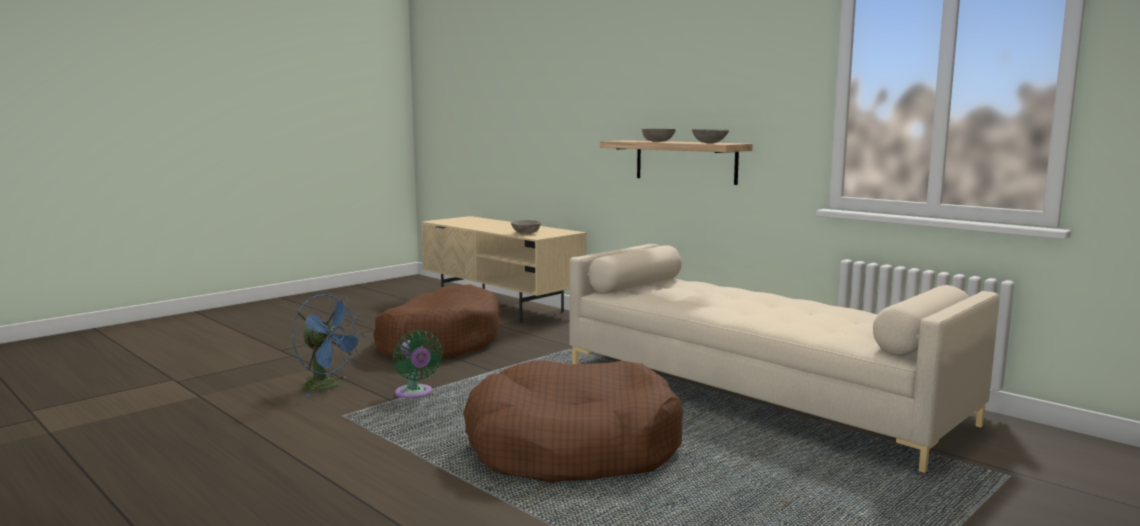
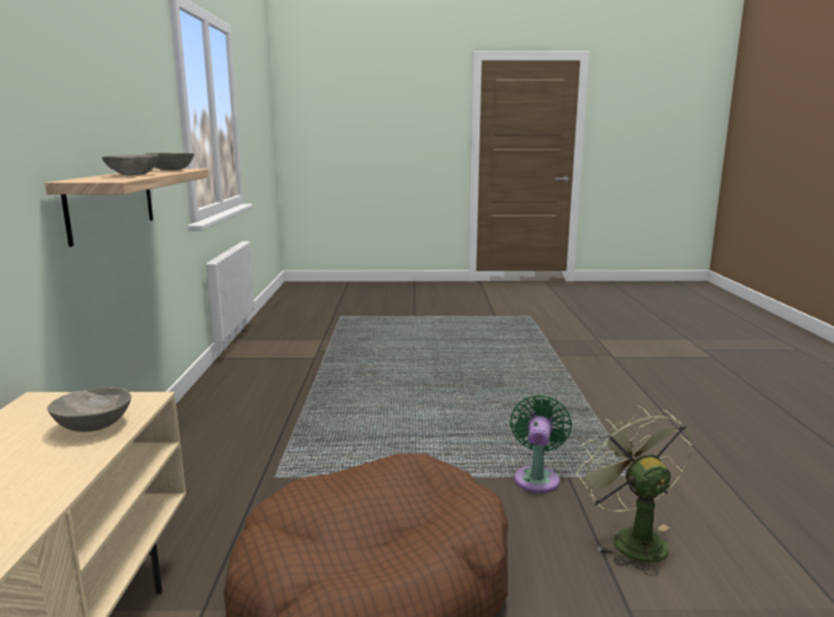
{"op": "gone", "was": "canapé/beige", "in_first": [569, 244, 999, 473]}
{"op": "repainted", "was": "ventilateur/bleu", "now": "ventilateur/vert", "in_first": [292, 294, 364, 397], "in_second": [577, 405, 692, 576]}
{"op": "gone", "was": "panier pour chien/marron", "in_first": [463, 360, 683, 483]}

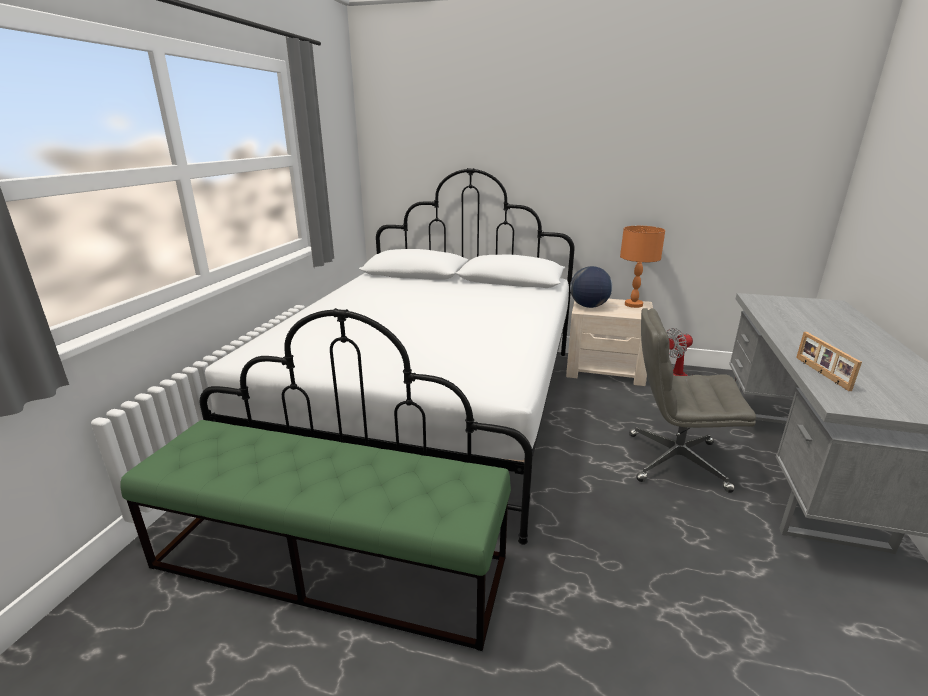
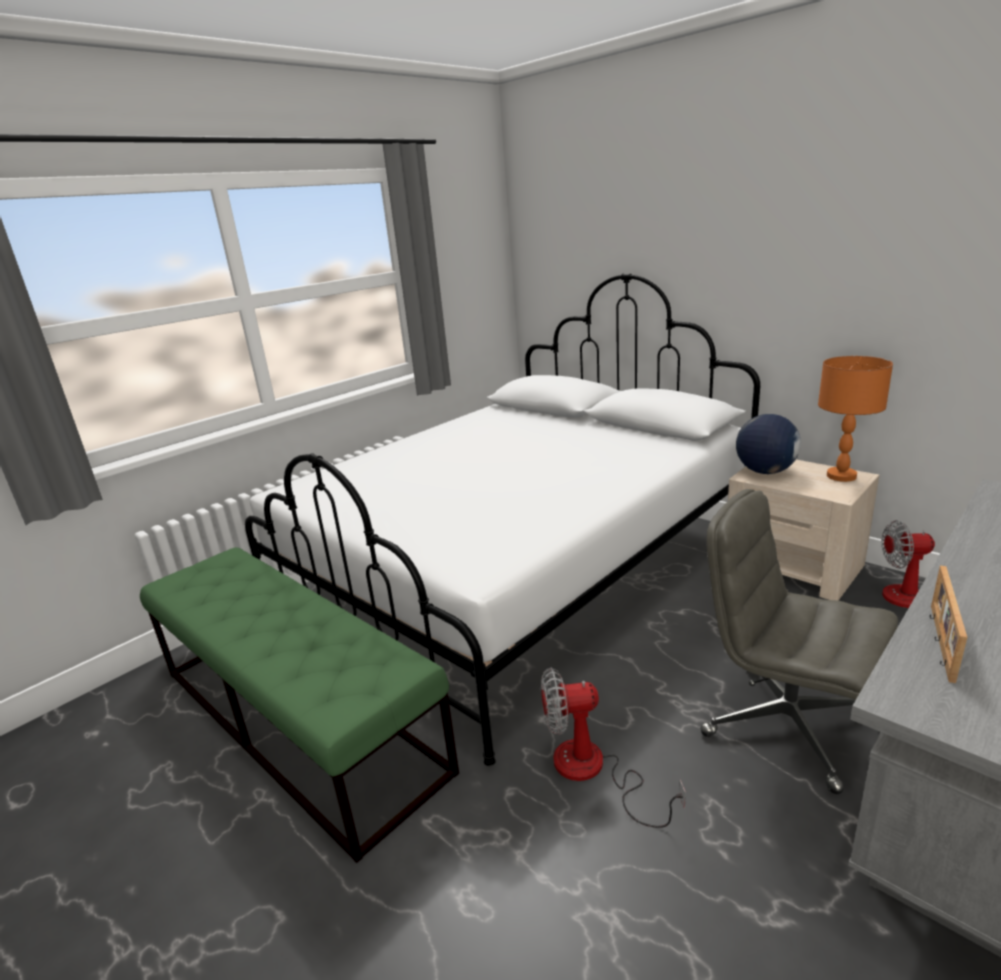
{"op": "new", "now": "ventilateur", "in_second": [541, 668, 686, 828]}

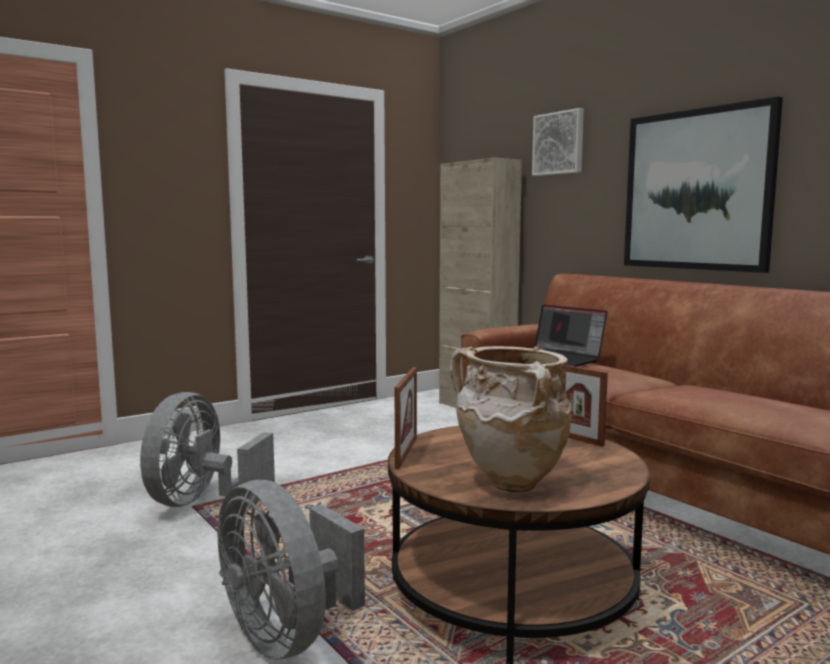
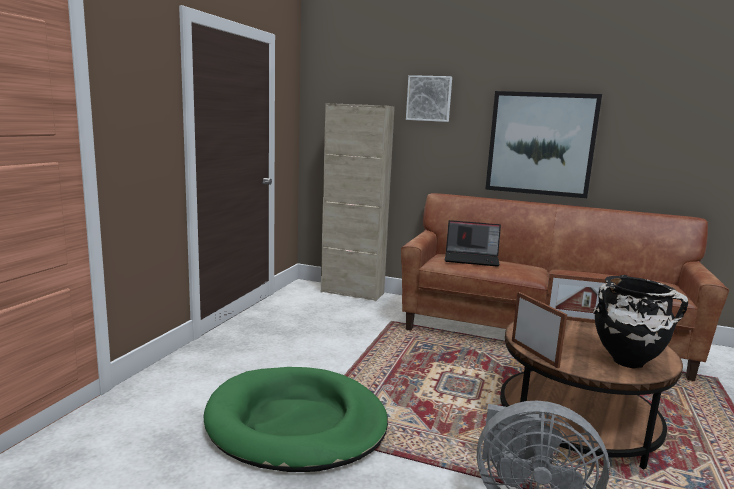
{"op": "repainted", "was": "vase/beige", "now": "vase/noir", "in_first": [450, 346, 571, 492], "in_second": [593, 275, 688, 369]}
{"op": "swapped", "was": "ventilateur/gris", "now": "panier pour chien/vert", "in_first": [140, 392, 275, 508], "in_second": [203, 367, 388, 472]}

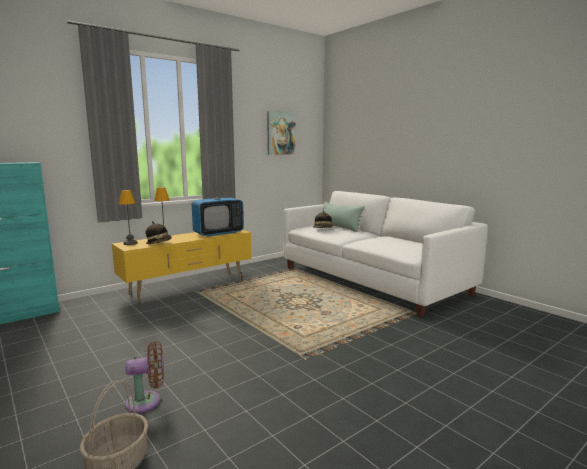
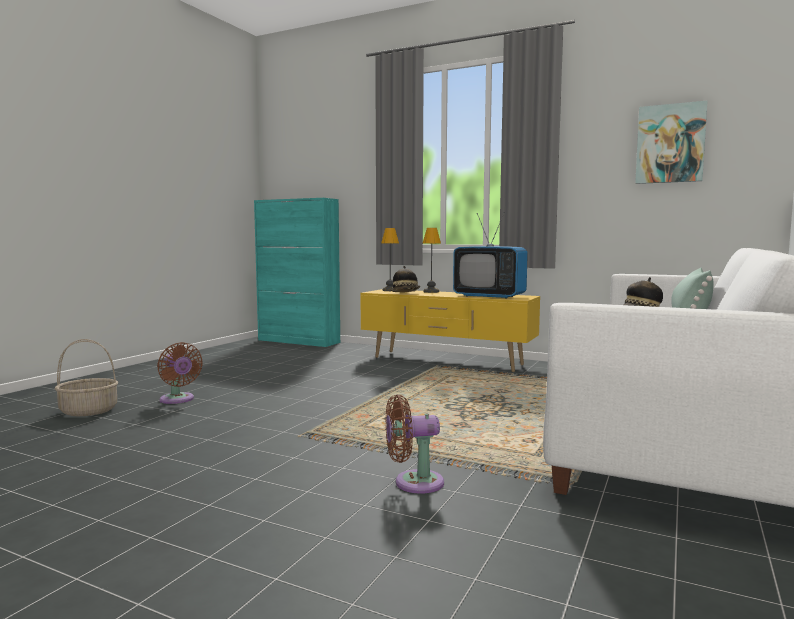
{"op": "new", "now": "ventilateur/marron", "in_second": [386, 395, 444, 494]}

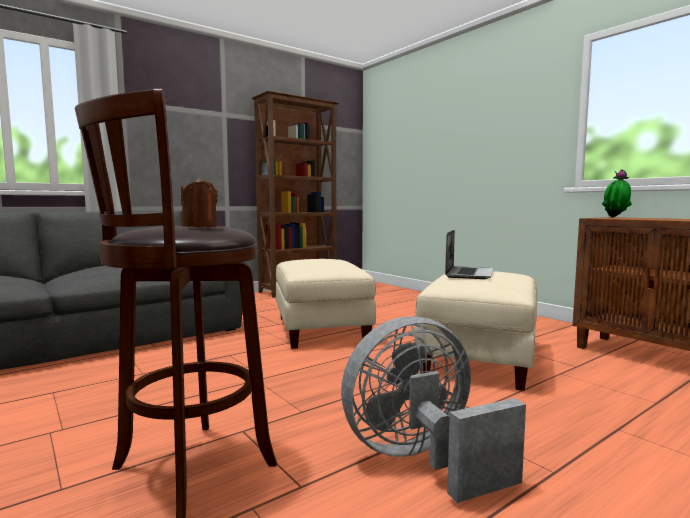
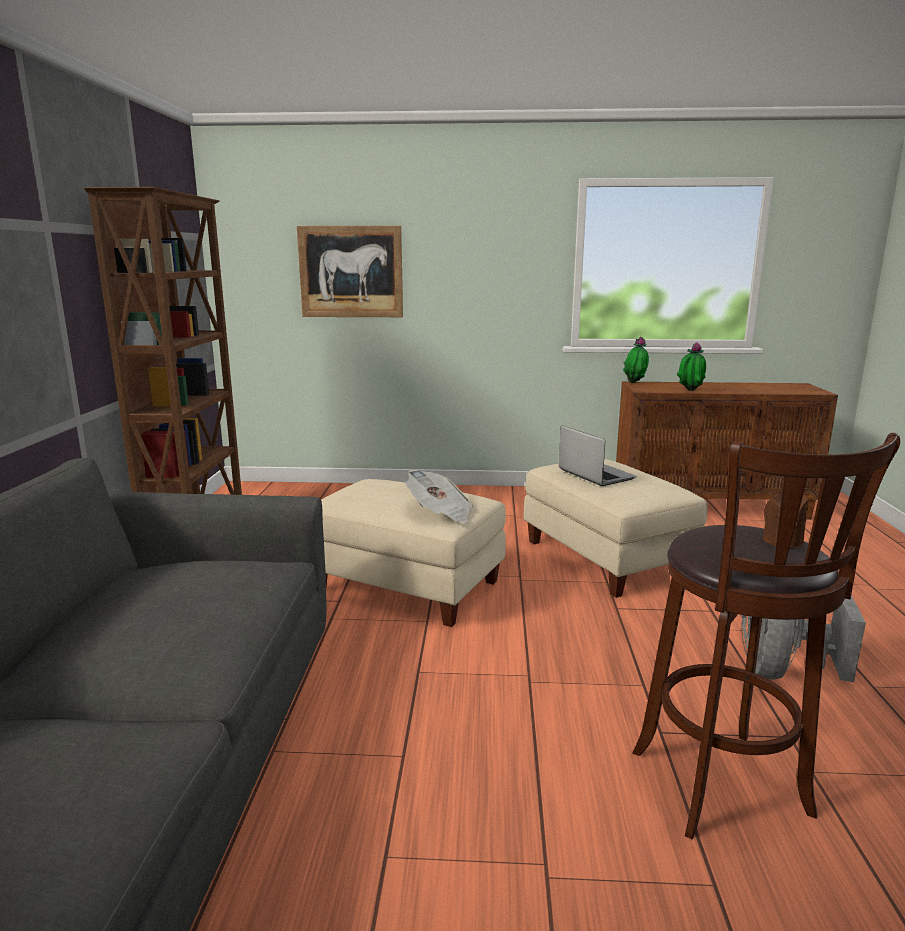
{"op": "new", "now": "tableau", "in_second": [297, 226, 403, 317]}
{"op": "new", "now": "plante en pot", "in_second": [677, 342, 706, 391]}
{"op": "new", "now": "journal", "in_second": [406, 470, 474, 523]}

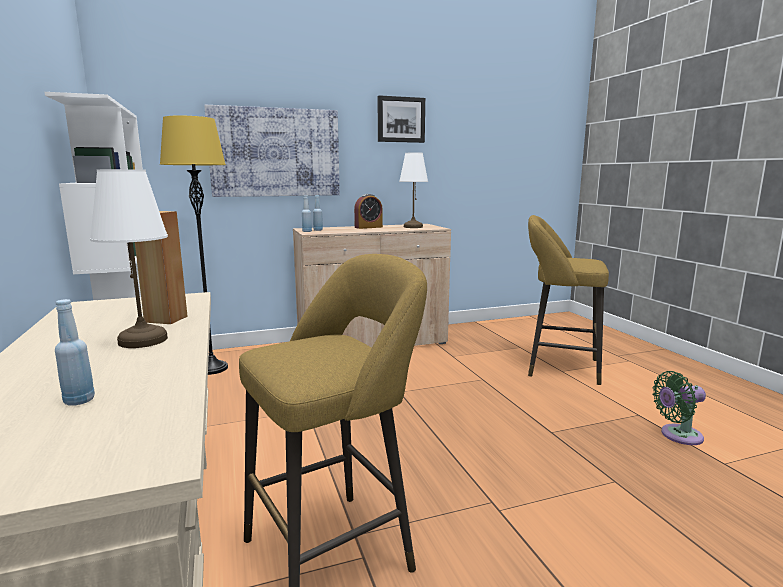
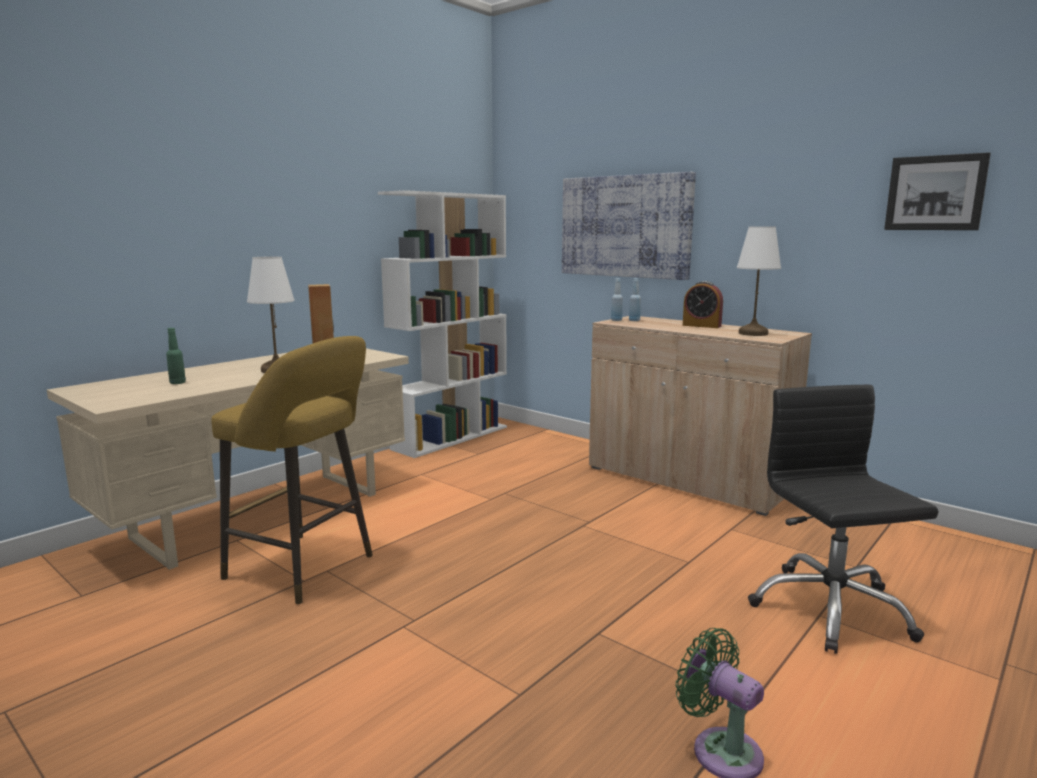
{"op": "shifted", "was": "tableau", "in_first": [378, 95, 425, 143], "in_second": [884, 152, 991, 230]}
{"op": "gone", "was": "lampadaire/jaune", "in_first": [160, 116, 228, 375]}
{"op": "swapped", "was": "tabouret/jaune", "now": "chaise de bureau/noir", "in_first": [528, 215, 609, 385], "in_second": [748, 385, 939, 654]}
{"op": "repainted", "was": "bouteille/bleu", "now": "bouteille/vert", "in_first": [55, 299, 95, 406], "in_second": [166, 328, 186, 384]}

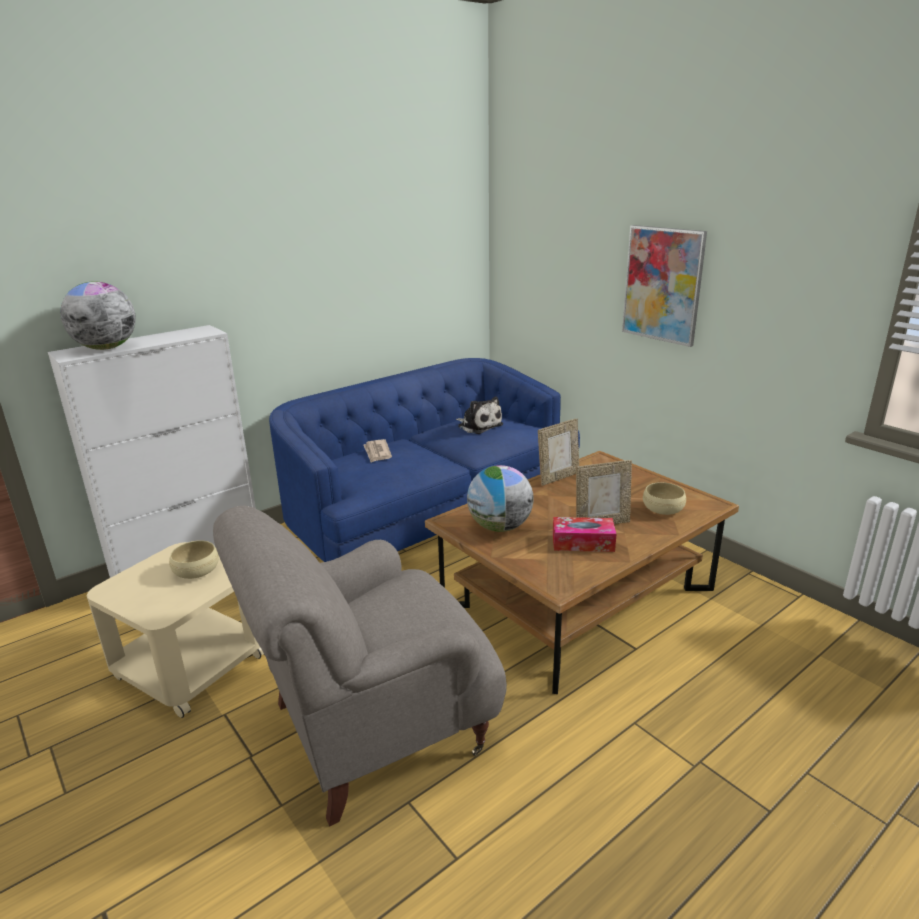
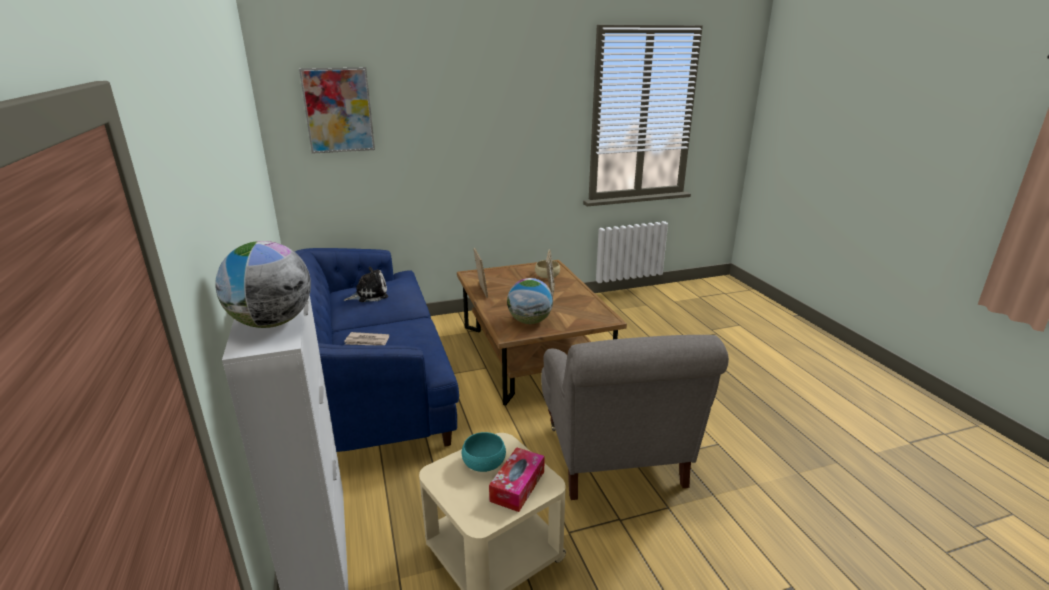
{"op": "shifted", "was": "tableau", "in_first": [622, 225, 707, 347], "in_second": [299, 67, 375, 154]}
{"op": "shifted", "was": "boîte à mouchoirs", "in_first": [553, 517, 616, 552], "in_second": [489, 447, 545, 512]}
{"op": "repainted", "was": "bol/beige", "now": "bol/turquoise", "in_first": [169, 540, 219, 579], "in_second": [462, 432, 506, 472]}

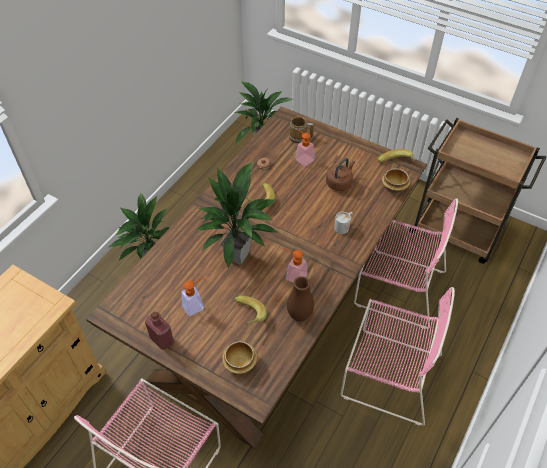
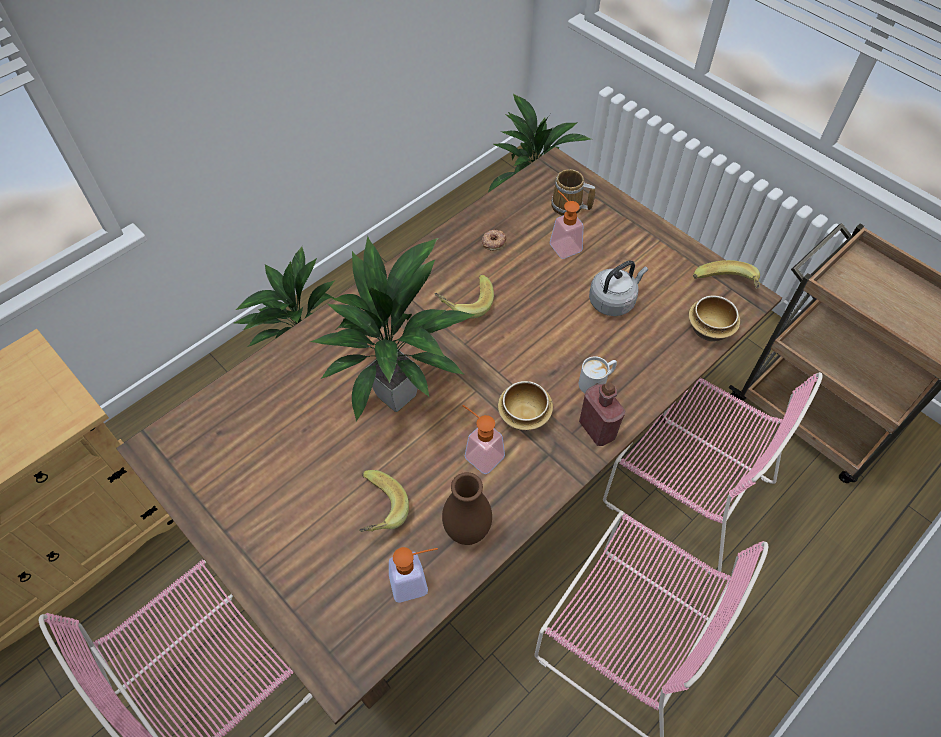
{"op": "repainted", "was": "bouilloire/marron", "now": "bouilloire/gris", "in_first": [326, 158, 355, 191], "in_second": [589, 261, 648, 316]}
{"op": "shifted", "was": "distributeur de savon", "in_first": [181, 278, 205, 316], "in_second": [389, 547, 438, 603]}
{"op": "shifted", "was": "bouteille/rouge", "in_first": [145, 312, 174, 350], "in_second": [579, 382, 625, 446]}
{"op": "shifted", "was": "bol", "in_first": [222, 341, 257, 374], "in_second": [498, 381, 553, 431]}

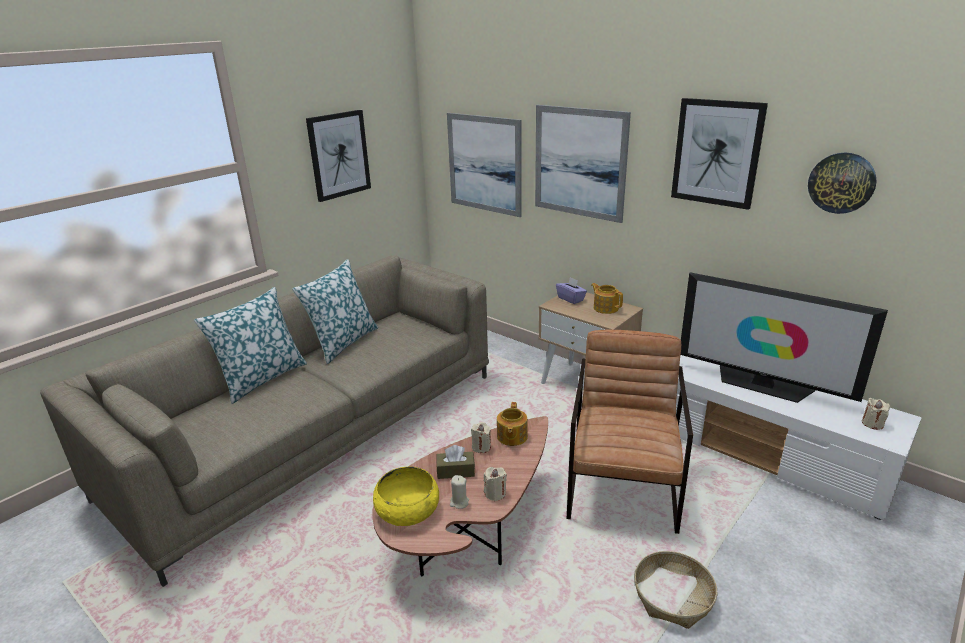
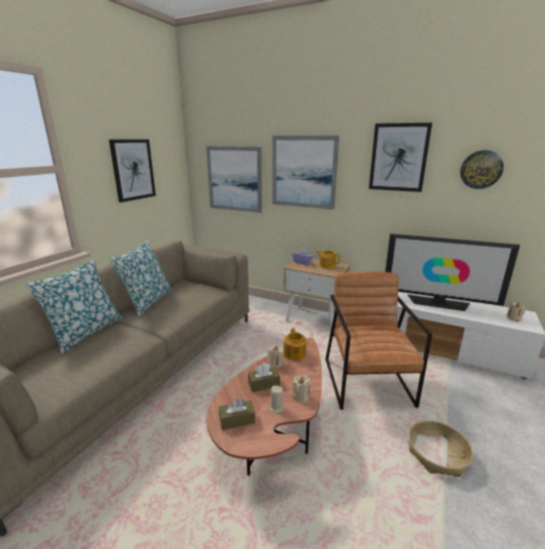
{"op": "swapped", "was": "bol/jaune", "now": "boîte à mouchoirs/marron", "in_first": [373, 467, 439, 526], "in_second": [219, 399, 255, 430]}

